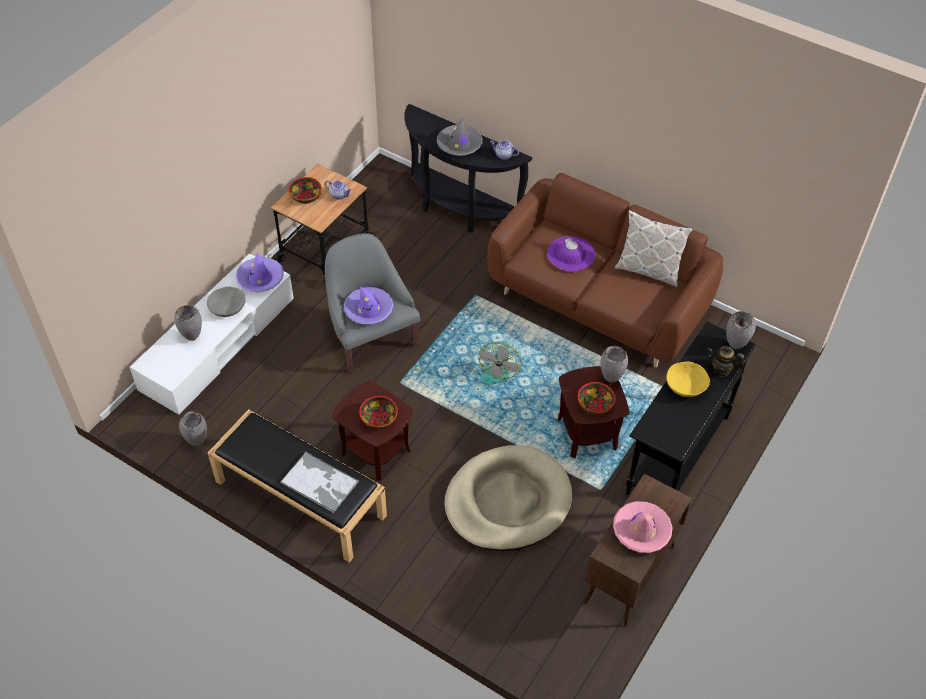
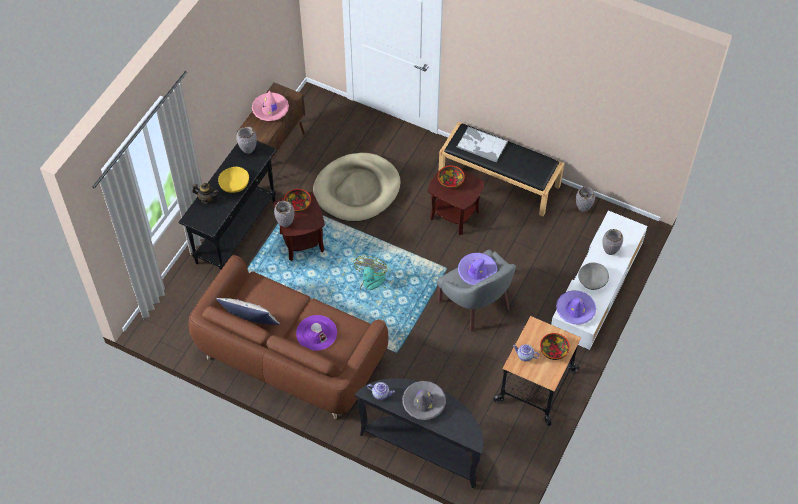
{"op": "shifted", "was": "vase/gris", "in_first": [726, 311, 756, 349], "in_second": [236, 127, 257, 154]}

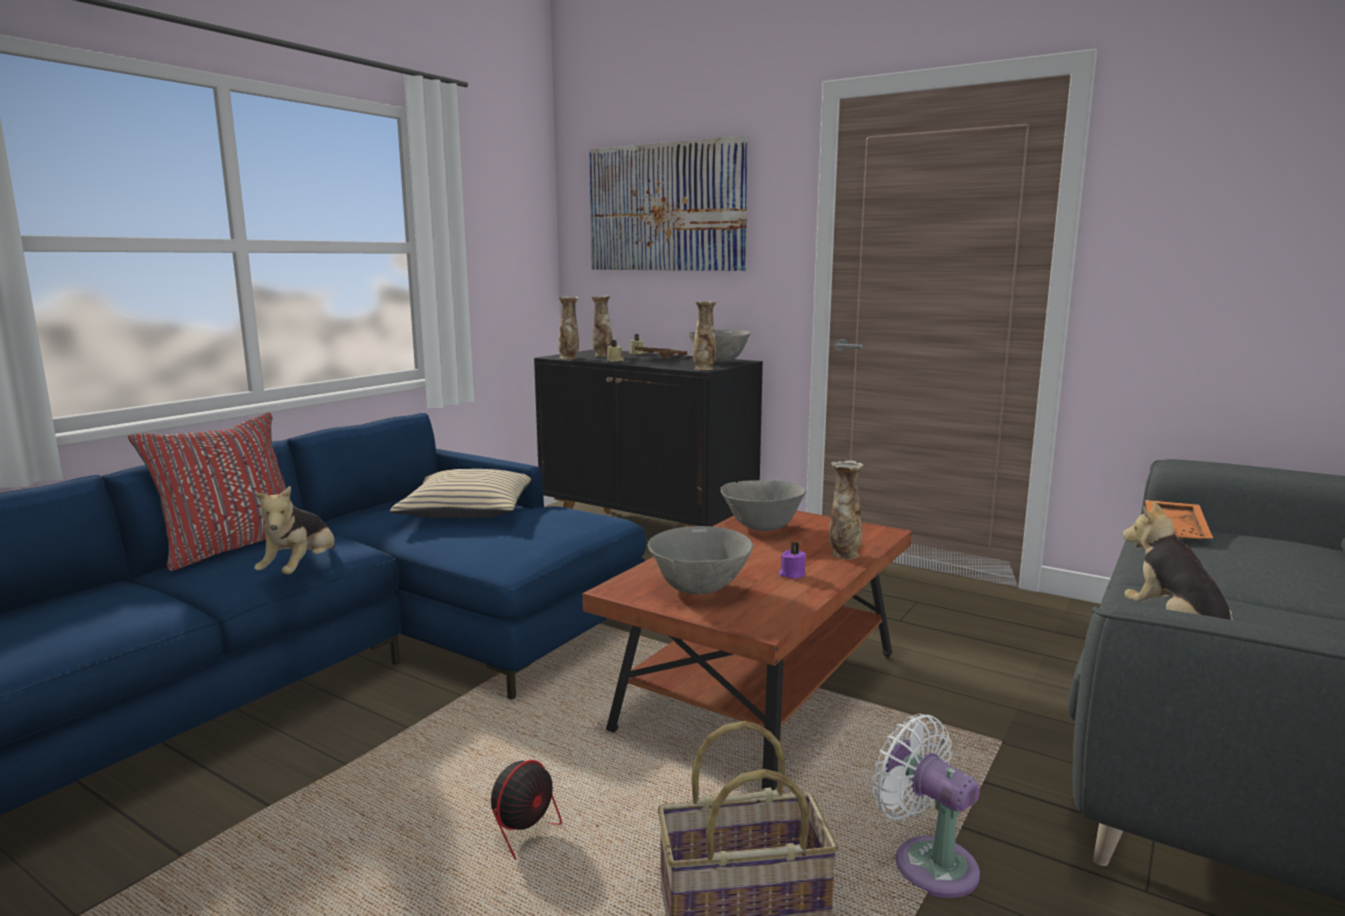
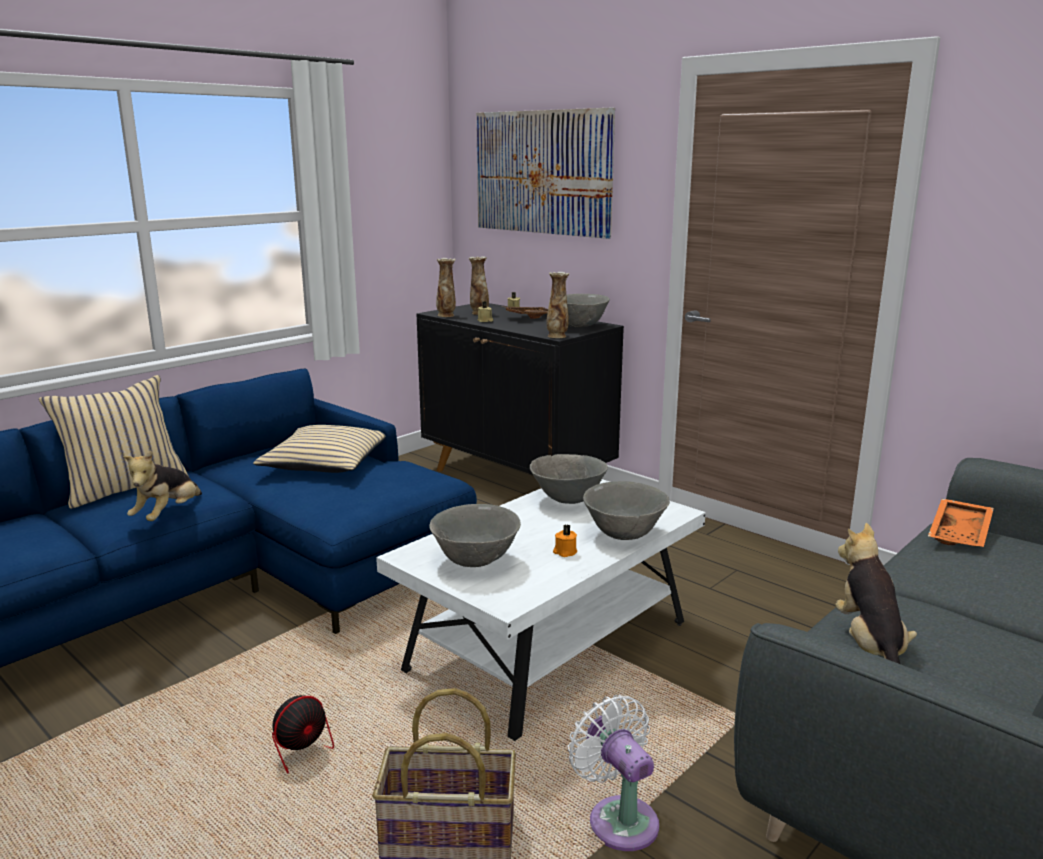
{"op": "repainted", "was": "coussin/rouge", "now": "coussin/beige", "in_first": [128, 412, 295, 571], "in_second": [39, 375, 189, 509]}
{"op": "swapped", "was": "vase", "now": "bol/gris", "in_first": [829, 460, 864, 559], "in_second": [583, 481, 670, 540]}
{"op": "repainted", "was": "table basse/marron", "now": "table basse/blanc", "in_first": [582, 511, 912, 790], "in_second": [376, 479, 706, 741]}
{"op": "repainted", "was": "bougie/violet", "now": "bougie/orange", "in_first": [779, 542, 806, 579], "in_second": [553, 525, 577, 557]}

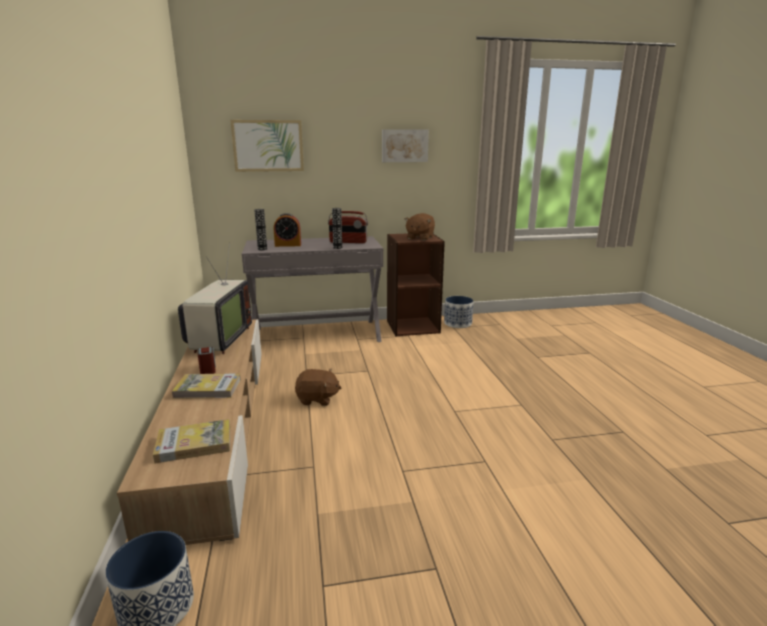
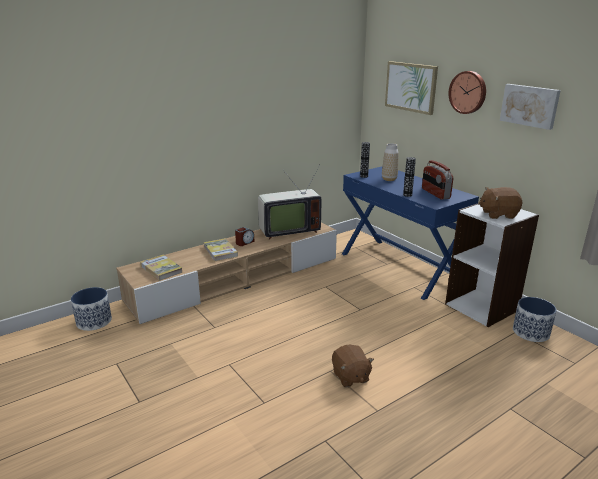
{"op": "swapped", "was": "réveil", "now": "vase", "in_first": [273, 213, 301, 247], "in_second": [382, 143, 399, 181]}
{"op": "repainted", "was": "bibliothèque/marron", "now": "bibliothèque/blanc", "in_first": [387, 234, 445, 336], "in_second": [445, 204, 539, 327]}
{"op": "repainted", "was": "bureau/gris", "now": "bureau/bleu", "in_first": [242, 236, 383, 342], "in_second": [342, 167, 479, 300]}
{"op": "shifted", "was": "peluche/marron", "in_first": [295, 368, 342, 406], "in_second": [332, 345, 374, 387]}
{"op": "new", "now": "horloge murale", "in_second": [449, 71, 486, 114]}

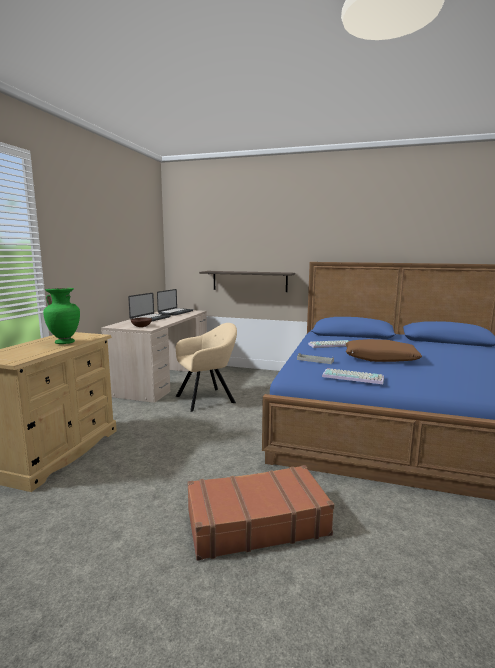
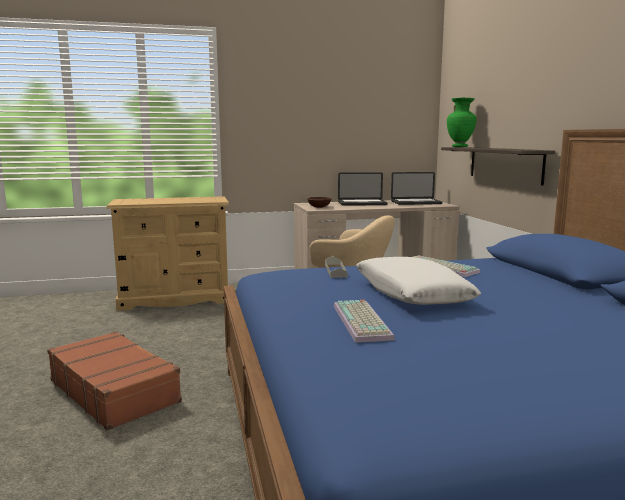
{"op": "shifted", "was": "vase/vert", "in_first": [43, 288, 80, 344], "in_second": [447, 98, 476, 147]}
{"op": "repainted", "was": "coussin/marron", "now": "coussin/blanc", "in_first": [346, 339, 422, 362], "in_second": [356, 257, 481, 305]}
{"op": "shifted", "was": "clavier", "in_first": [322, 368, 384, 384], "in_second": [334, 300, 395, 343]}

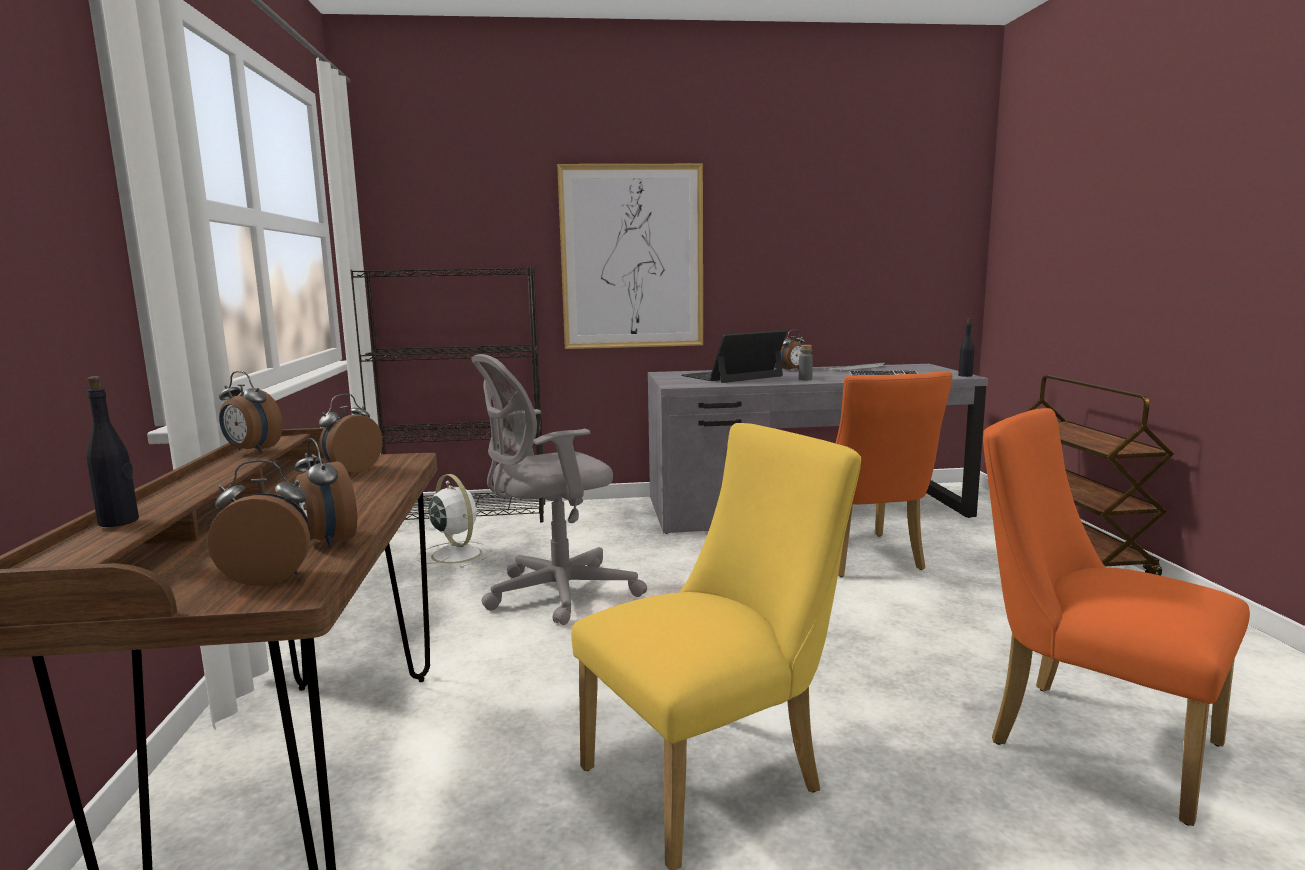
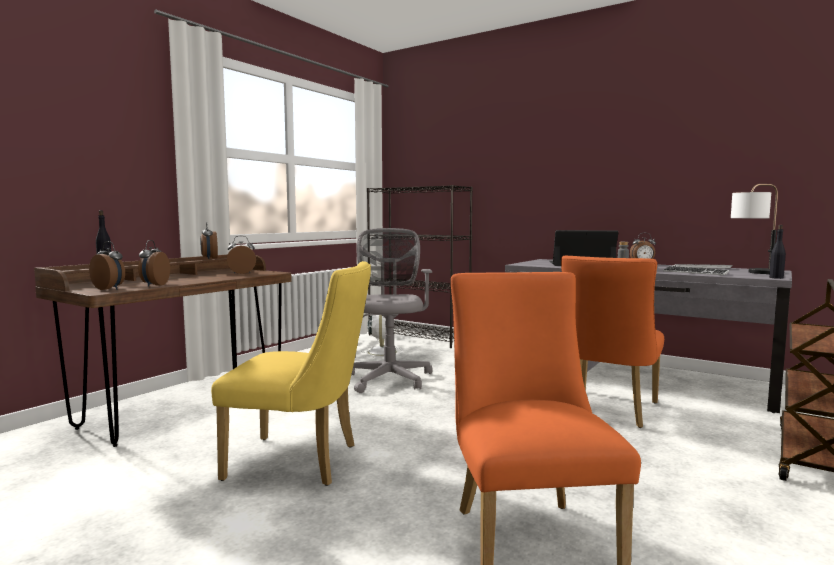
{"op": "gone", "was": "tableau", "in_first": [557, 164, 703, 349]}
{"op": "rotated", "was": "chaise de bureau/gris", "in_first": [471, 354, 647, 625], "in_second": [352, 228, 433, 393], "clockwise": 75}
{"op": "new", "now": "lampe de table", "in_second": [731, 184, 778, 274]}

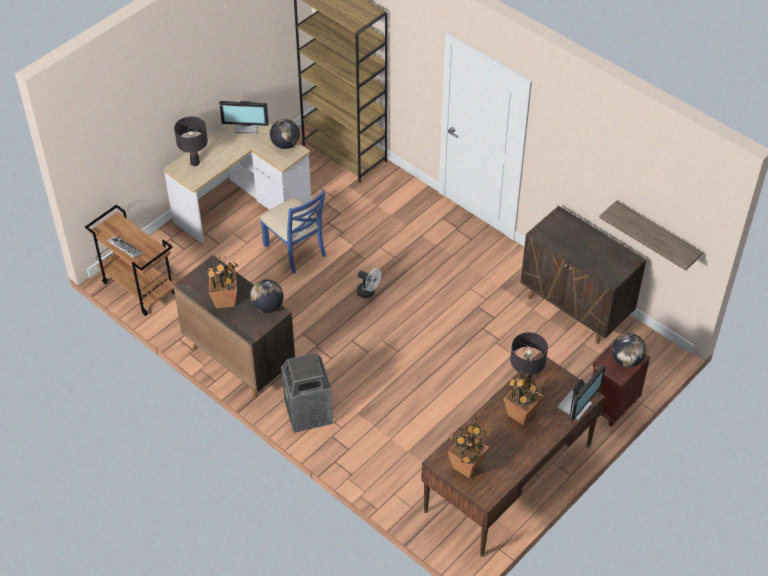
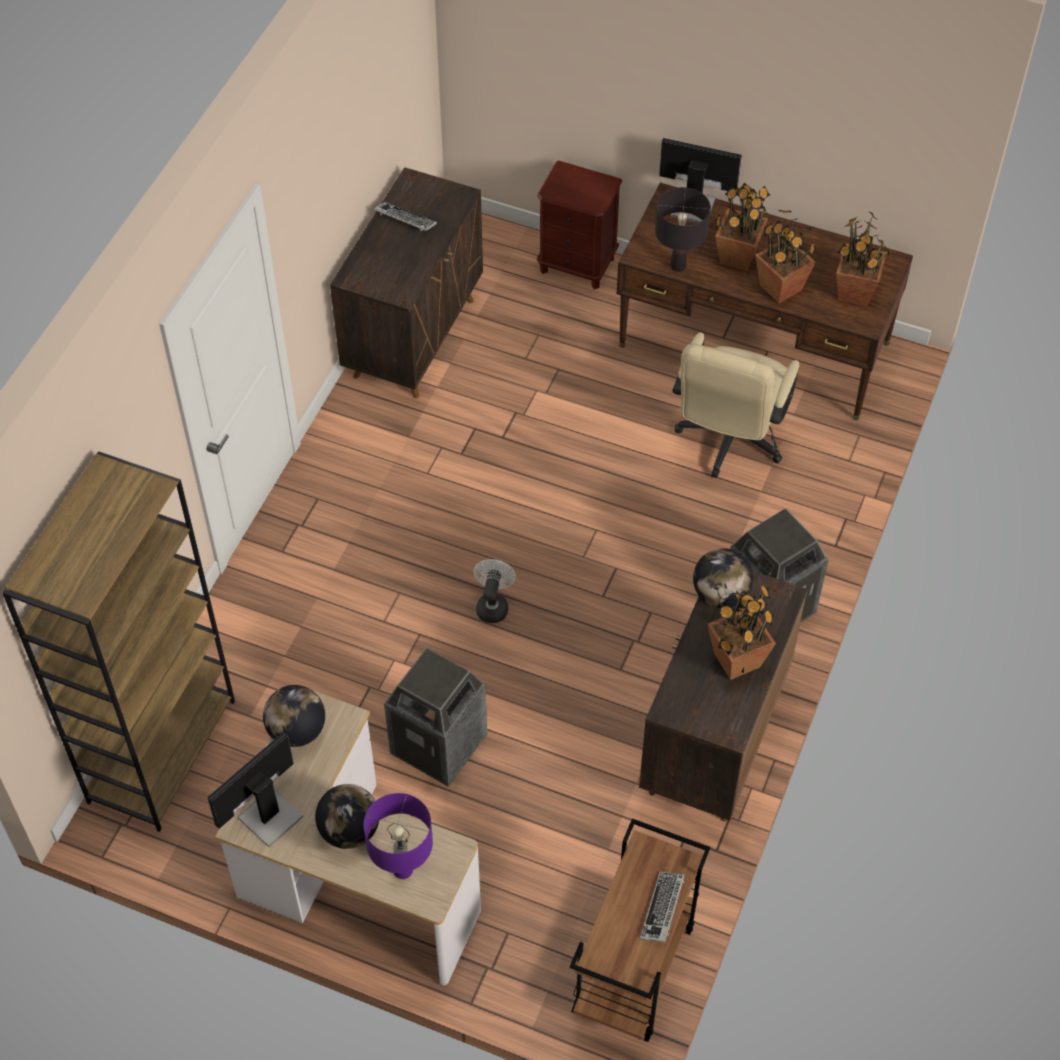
{"op": "rotated", "was": "écran d'ordinateur", "in_first": [219, 101, 269, 134], "in_second": [207, 732, 303, 847], "clockwise": -120}
{"op": "repainted", "was": "lampe de table/noir", "now": "lampe de table/violet", "in_first": [174, 116, 208, 166], "in_second": [363, 793, 433, 879]}
{"op": "swapped", "was": "chaise/bleu", "now": "poubelle", "in_first": [260, 190, 326, 274], "in_second": [384, 648, 487, 787]}
{"op": "gone", "was": "étagère", "in_first": [599, 200, 703, 271]}
{"op": "shifted", "was": "globe", "in_first": [611, 333, 646, 367], "in_second": [315, 784, 379, 849]}
{"op": "new", "now": "clavier", "in_second": [374, 202, 437, 231]}
{"op": "new", "now": "plante en pot", "in_second": [755, 210, 816, 303]}
{"op": "new", "now": "chaise de bureau/beige", "in_second": [672, 332, 799, 478]}

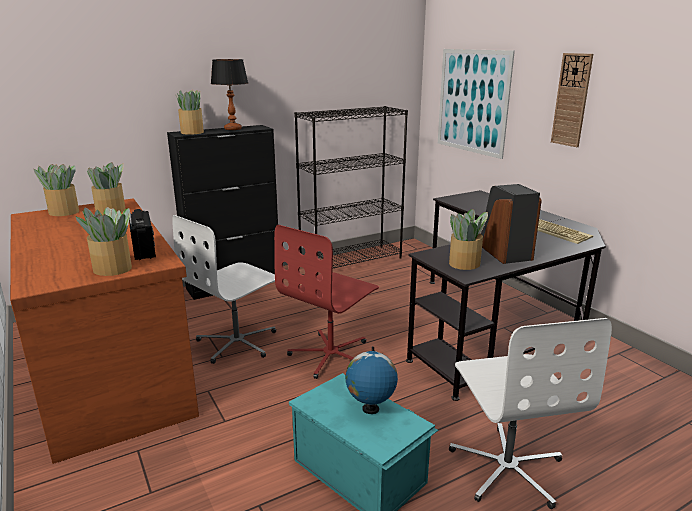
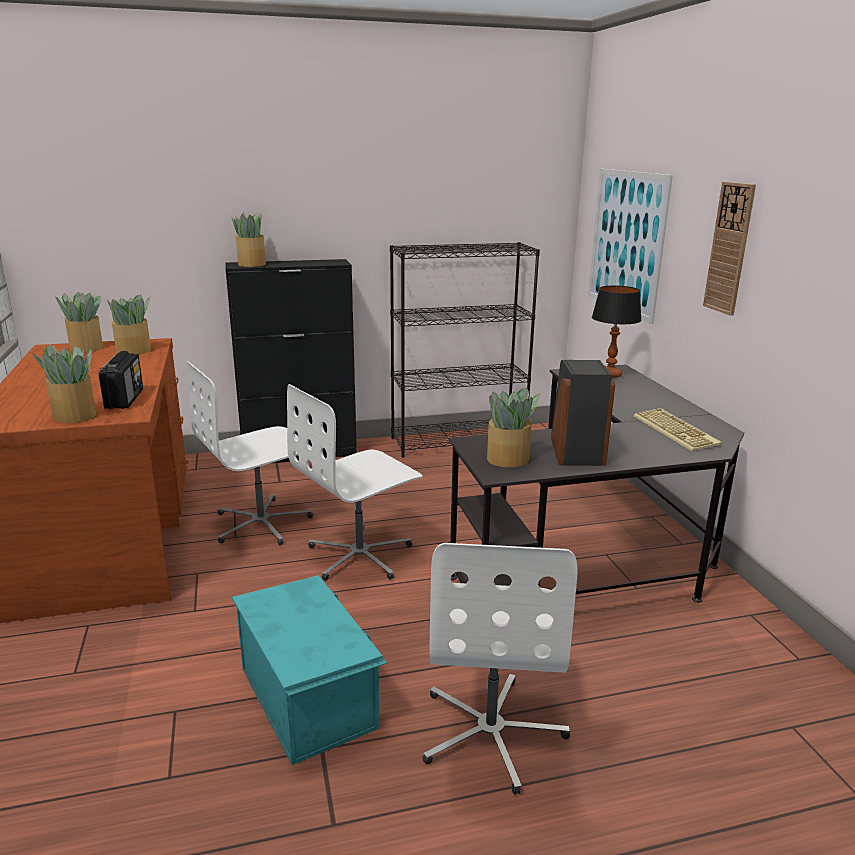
{"op": "shifted", "was": "lampe de table", "in_first": [211, 59, 248, 130], "in_second": [592, 286, 642, 378]}
{"op": "repainted", "was": "chaise de bureau/rouge", "now": "chaise de bureau/blanc", "in_first": [274, 225, 379, 379], "in_second": [287, 384, 422, 580]}
{"op": "gone", "was": "globe", "in_first": [346, 347, 398, 414]}

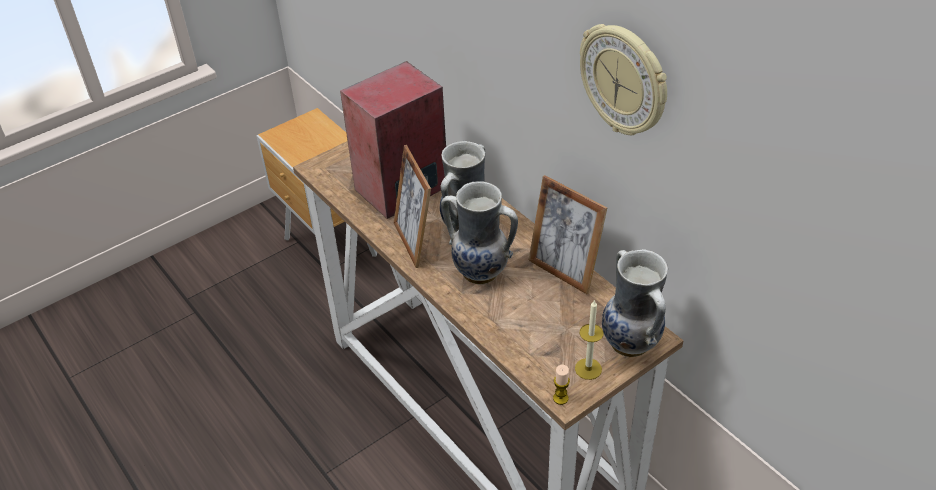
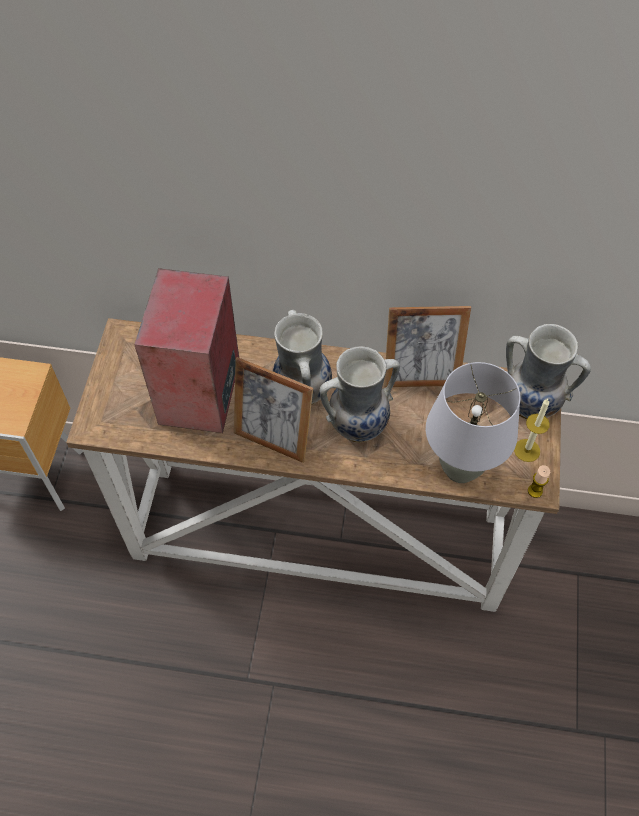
{"op": "gone", "was": "horloge murale", "in_first": [580, 24, 667, 135]}
{"op": "new", "now": "lampe de table/gris", "in_second": [426, 362, 521, 483]}

